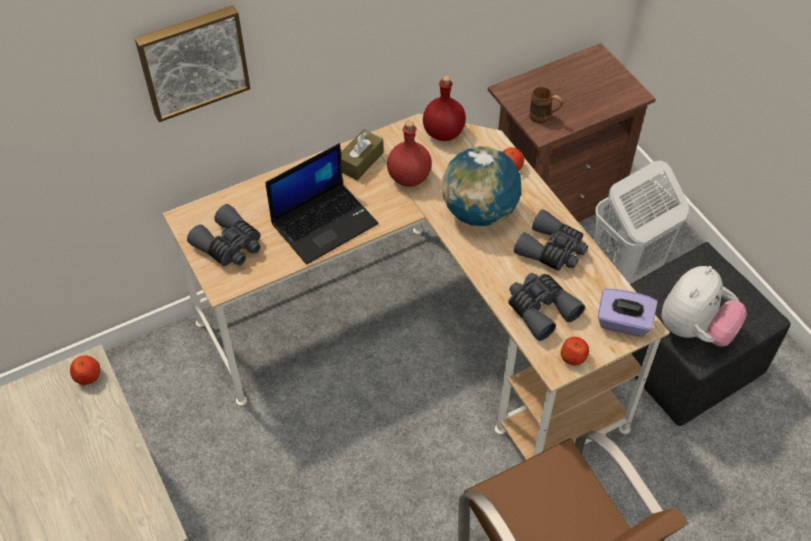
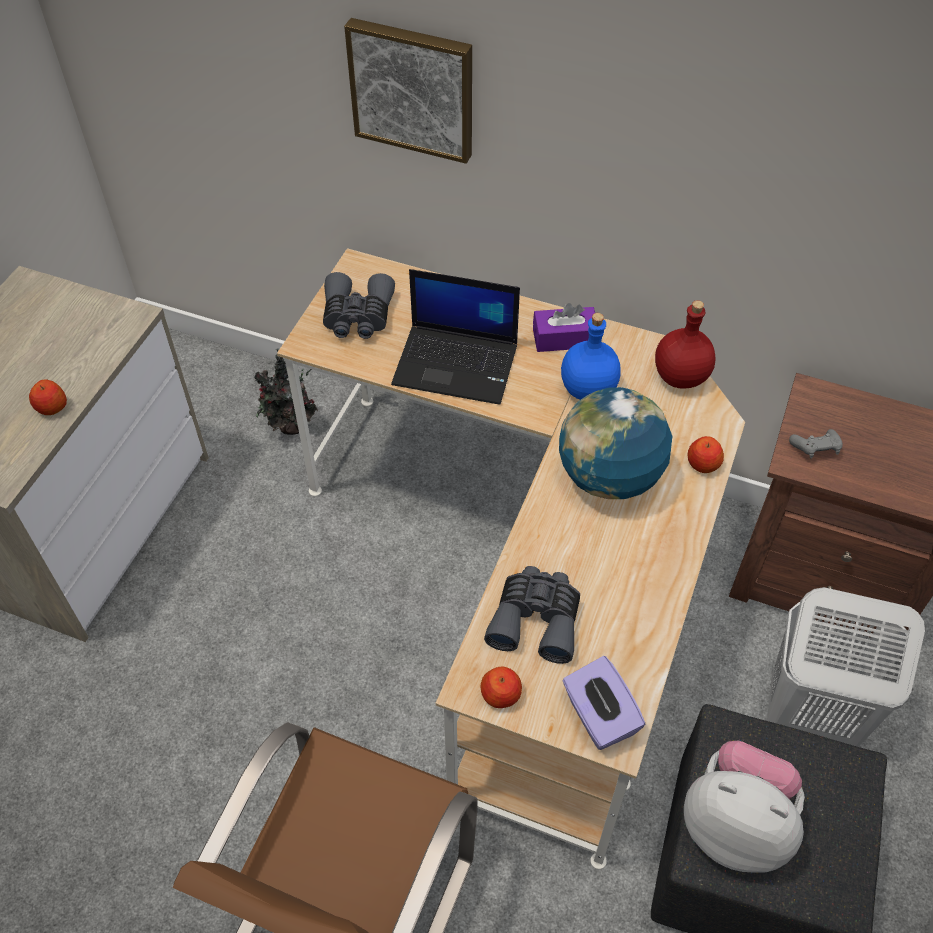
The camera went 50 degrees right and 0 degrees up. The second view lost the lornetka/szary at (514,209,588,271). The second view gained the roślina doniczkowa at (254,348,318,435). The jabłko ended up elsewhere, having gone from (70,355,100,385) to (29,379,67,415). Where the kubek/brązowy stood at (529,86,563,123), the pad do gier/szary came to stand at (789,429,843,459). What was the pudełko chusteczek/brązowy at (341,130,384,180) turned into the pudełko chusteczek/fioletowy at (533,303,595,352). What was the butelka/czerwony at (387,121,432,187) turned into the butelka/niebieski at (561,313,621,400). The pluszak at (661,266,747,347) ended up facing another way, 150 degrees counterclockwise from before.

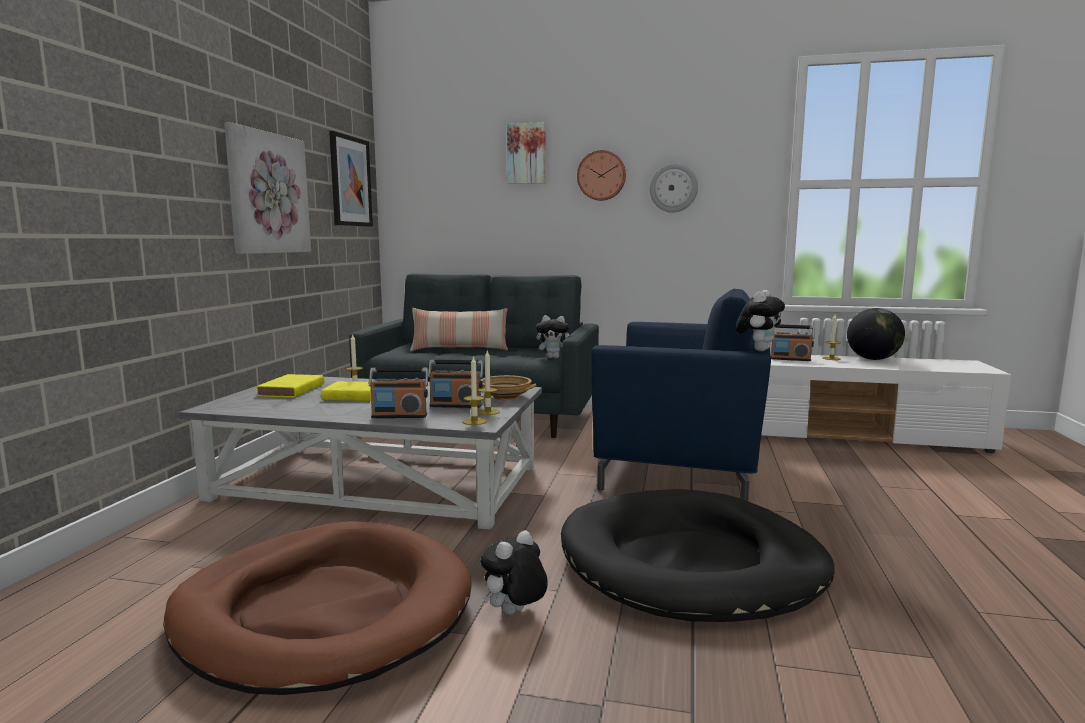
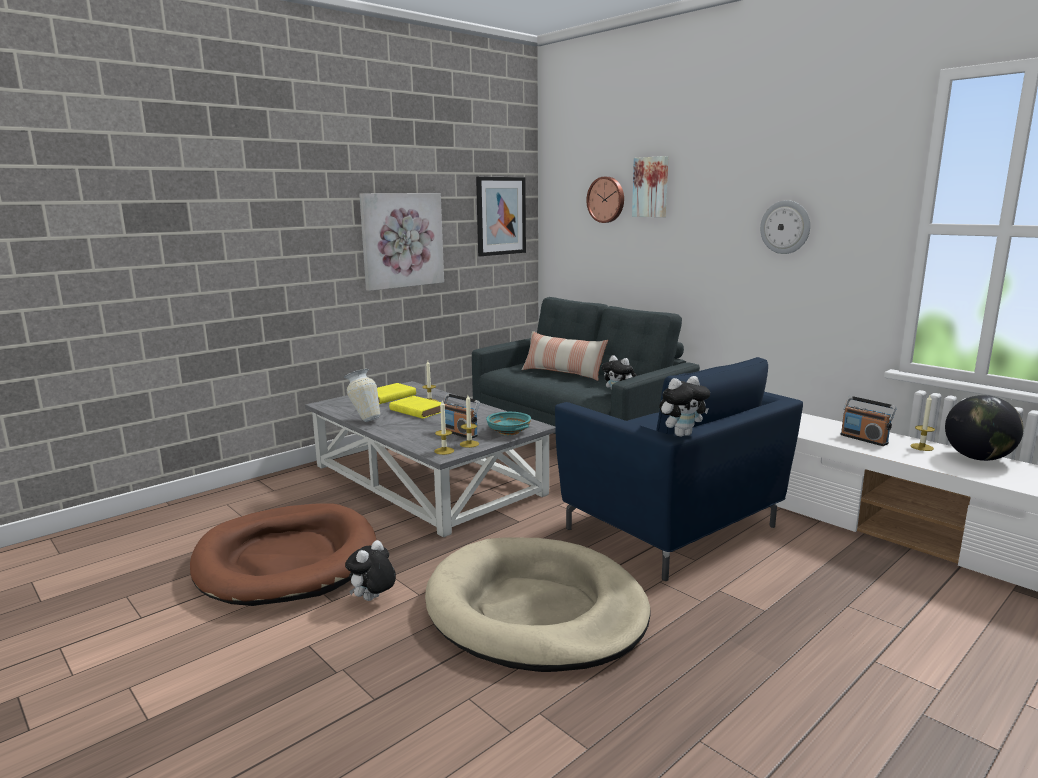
The camera went 35 degrees right and 5 degrees up. The second view lost the radio at (369,367,428,418). The second view gained the wazon at (344,369,380,422). The zegar ścienny ended up elsewhere, having gone from (577,150,626,201) to (586,177,624,223). What was the miska/beżowy at (481,375,536,400) turned into the miska/turkusowy at (486,412,531,435). What was the legowisko/czarny at (561,489,835,622) turned into the legowisko/beżowy at (425,537,651,672). The pluszak at (480,530,548,615) ended up facing another way, 45 degrees counterclockwise from before.

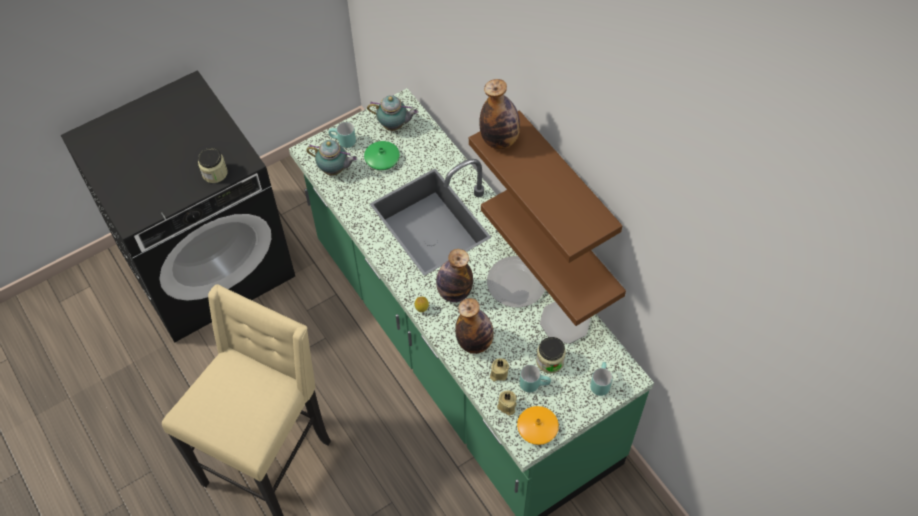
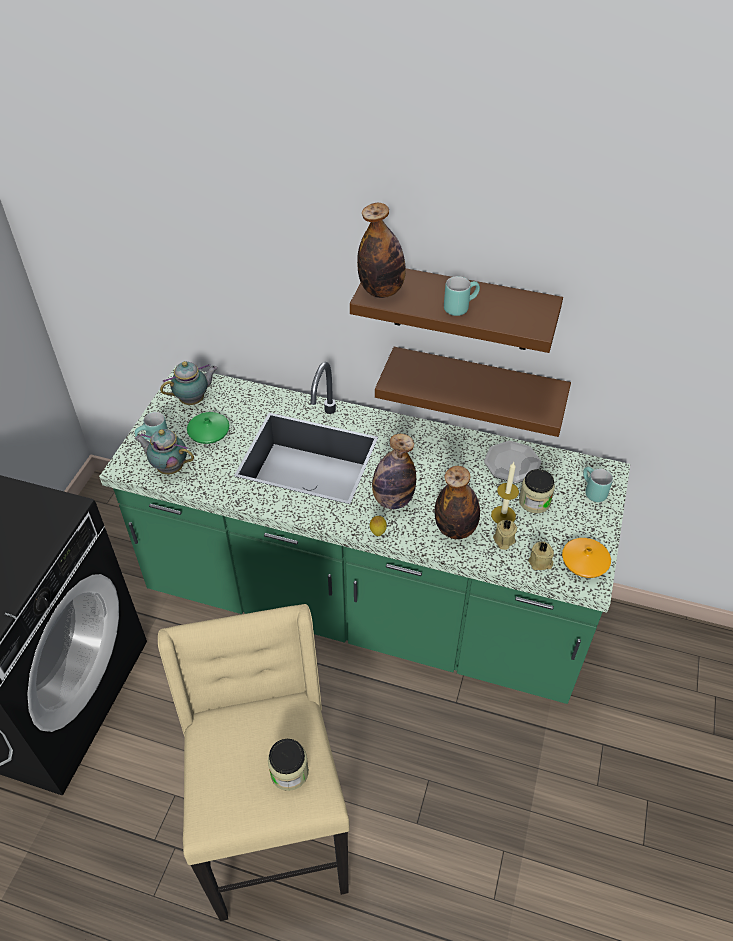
The camera went 40 degrees left and 10 degrees down. The second view lost the talerz at (487,256,545,307). The second view gained the świeca at (491,462,519,523). The słoik ended up elsewhere, having gone from (198,148,228,183) to (268,739,309,791). The kubek/turkusowy ended up elsewhere, having gone from (520,365,551,392) to (444,276,480,316). The imbryk at (306,140,357,176) ended up facing another way, 135 degrees counterclockwise from before.

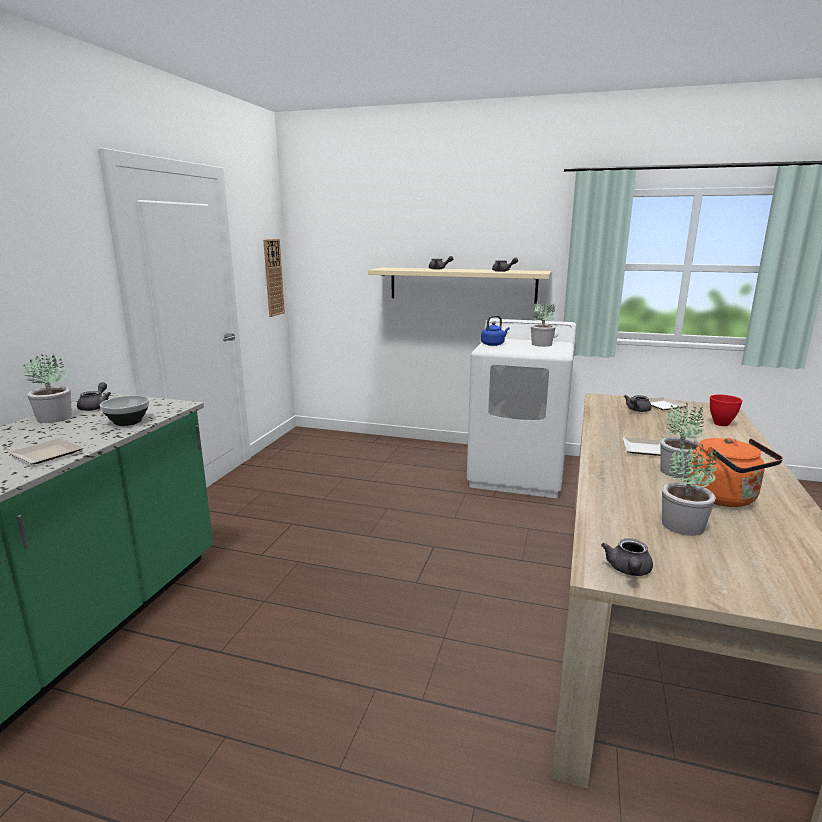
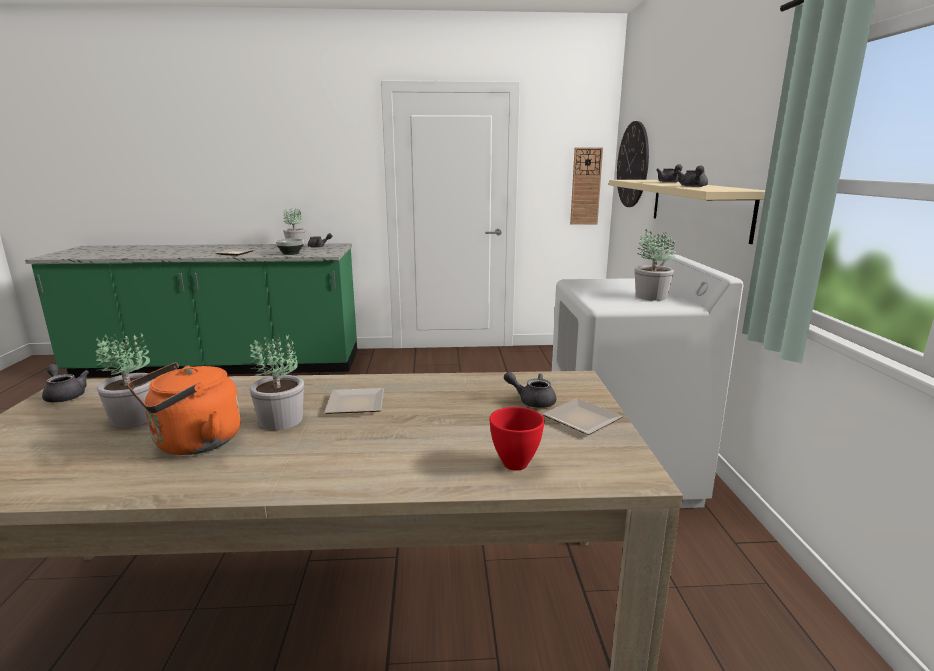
The camera went 70 degrees right and 0 degrees up. The second view lost the czajnik/niebieski at (481,316,510,346). The second view gained the zegar ścienny at (617,121,649,207). The imbryk/szary at (601,538,653,576) ended up facing another way, 45 degrees clockwise from before.

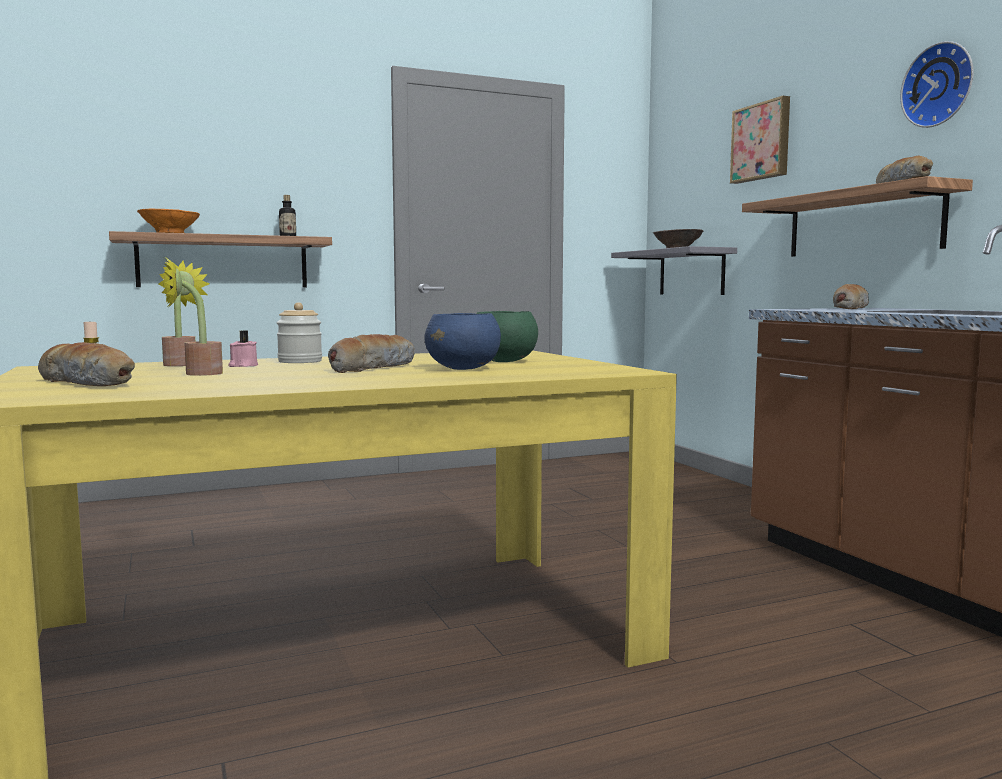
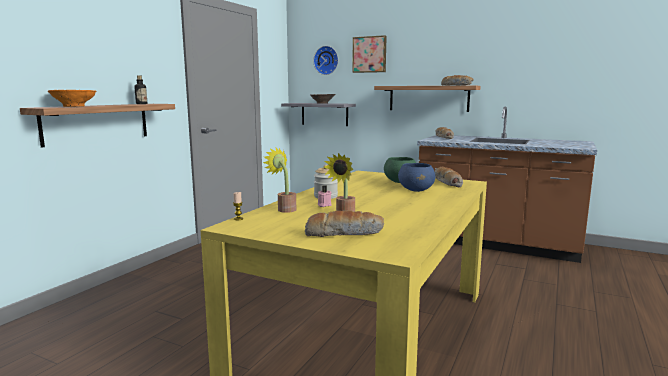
The camera went 40 degrees left and 5 degrees up. The chleb ended up elsewhere, having gone from (328,334,415,373) to (435,167,463,188). The zegar ścienny ended up elsewhere, having gone from (900,41,974,128) to (313,46,338,75).

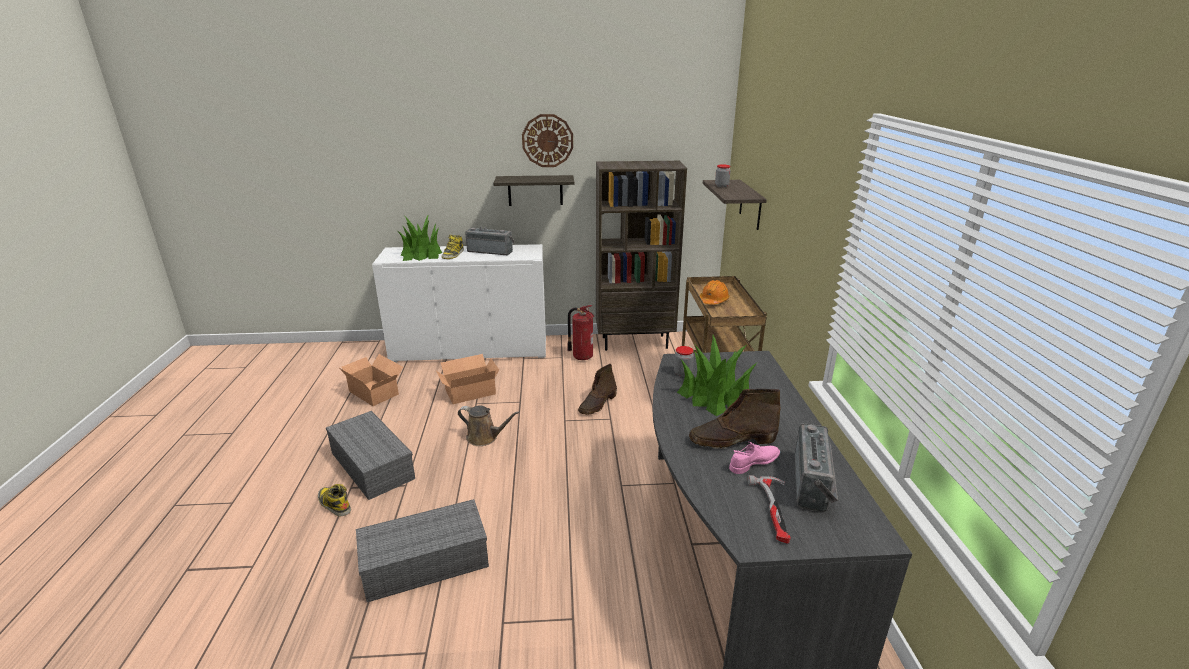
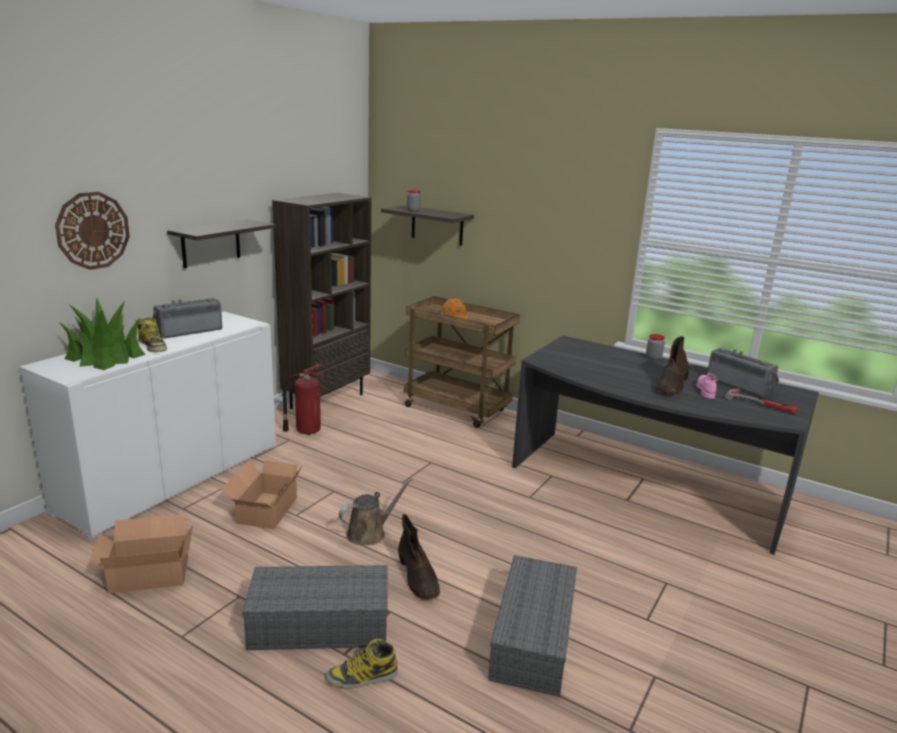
The camera went 55 degrees left and 5 degrees down. The second view lost the roślina doniczkowa at (677,335,757,416). The zegar ścienny ended up elsewhere, having gone from (522,114,573,167) to (55,192,130,270). The but z cholewką/brązowy ended up elsewhere, having gone from (578,364,617,415) to (398,514,440,600). The słoik ended up elsewhere, having gone from (674,346,694,377) to (646,334,665,360).

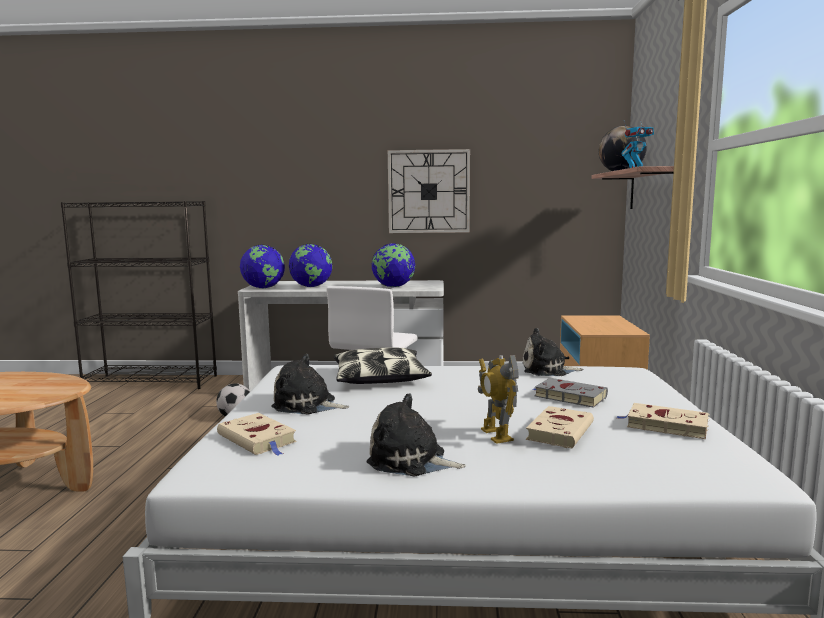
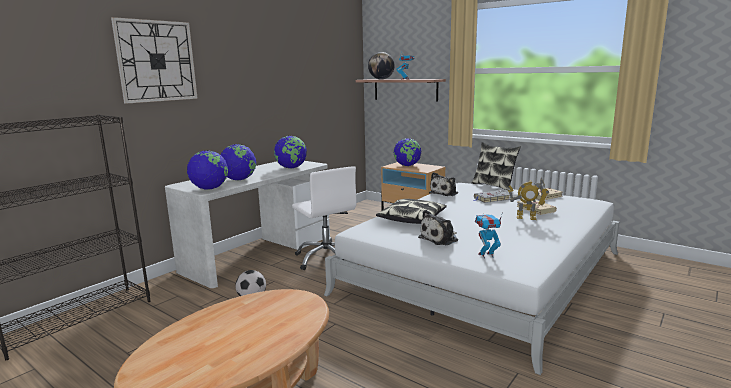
The camera went 55 degrees left and 5 degrees up. The second view lost the pluszak at (367,393,466,476). The second view gained the globus at (394,138,421,166). The second view gained the poduszka at (472,142,521,191). The zegar ścienny ended up elsewhere, having gone from (388,149,470,233) to (111,17,198,104). Where the książka/beżowy stood at (217,413,297,455), the robot zabawkowy came to stand at (475,212,503,258).

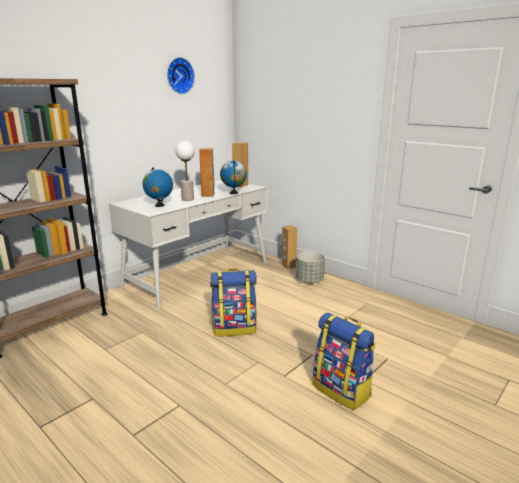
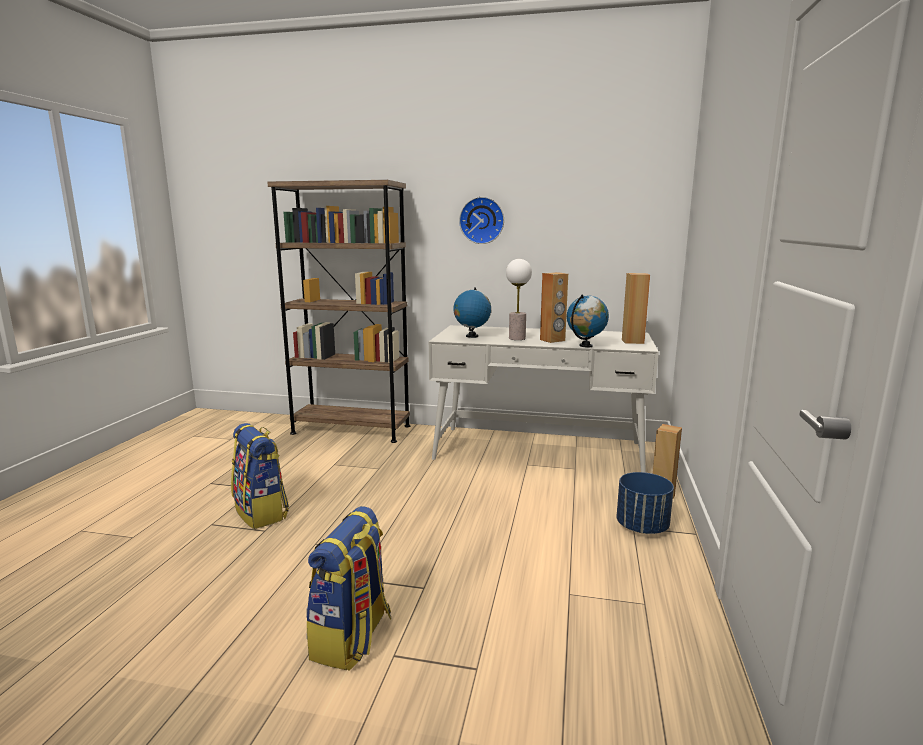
The camera went 60 degrees right and 5 degrees down. The zegar ścienny ended up elsewhere, having gone from (167,57,195,94) to (459,197,504,244). The plecak ended up elsewhere, having gone from (210,269,257,336) to (231,423,289,529). What was the donica/szary at (296,251,325,283) turned into the donica/niebieski at (617,472,674,534).

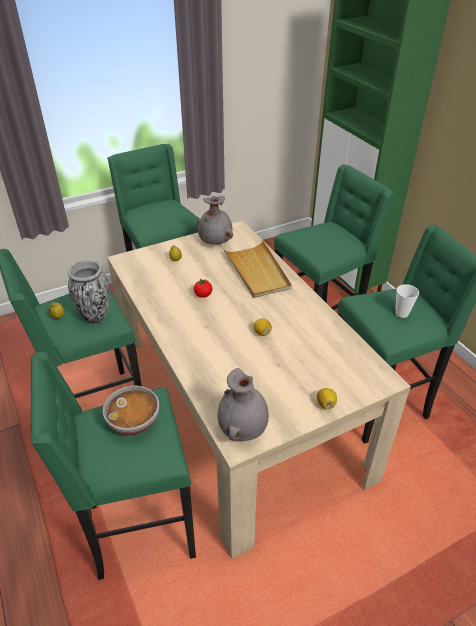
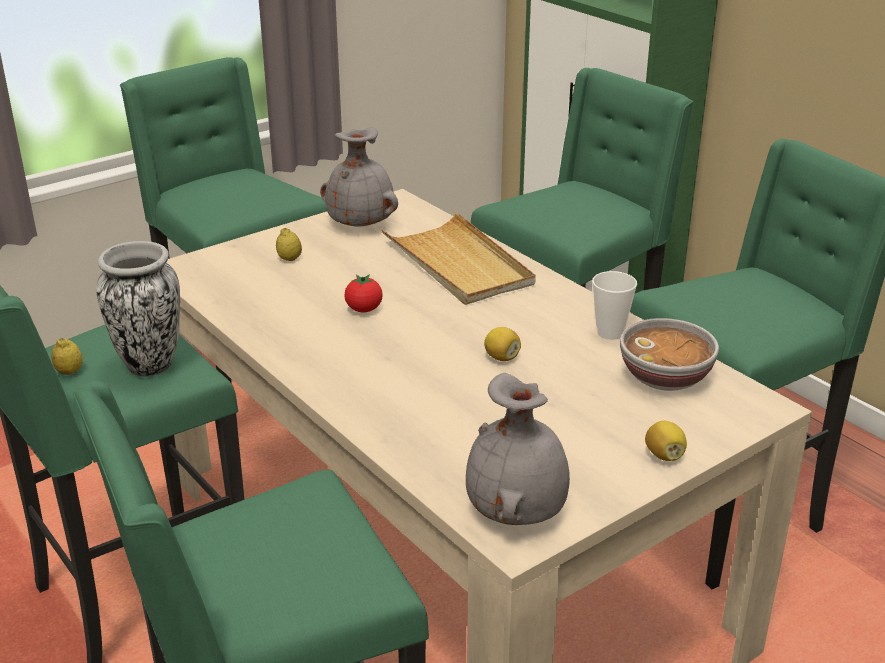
The camera went 10 degrees left and 10 degrees down. The miska ended up elsewhere, having gone from (103,386,159,435) to (620,318,719,391). The filiżanka ended up elsewhere, having gone from (395,284,419,318) to (592,271,637,340).

